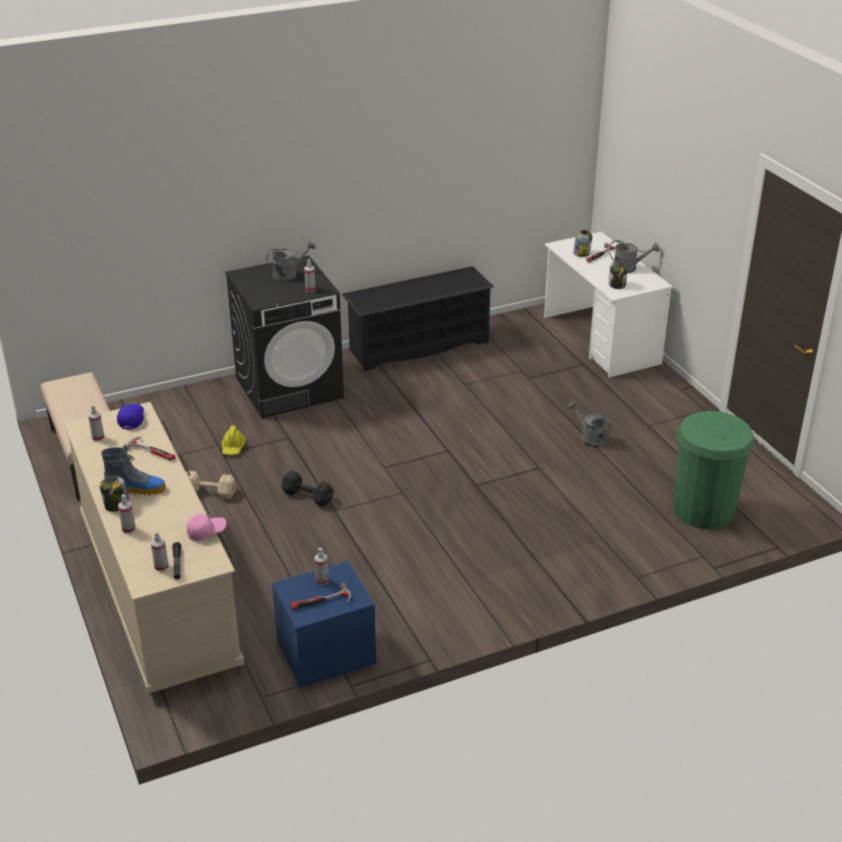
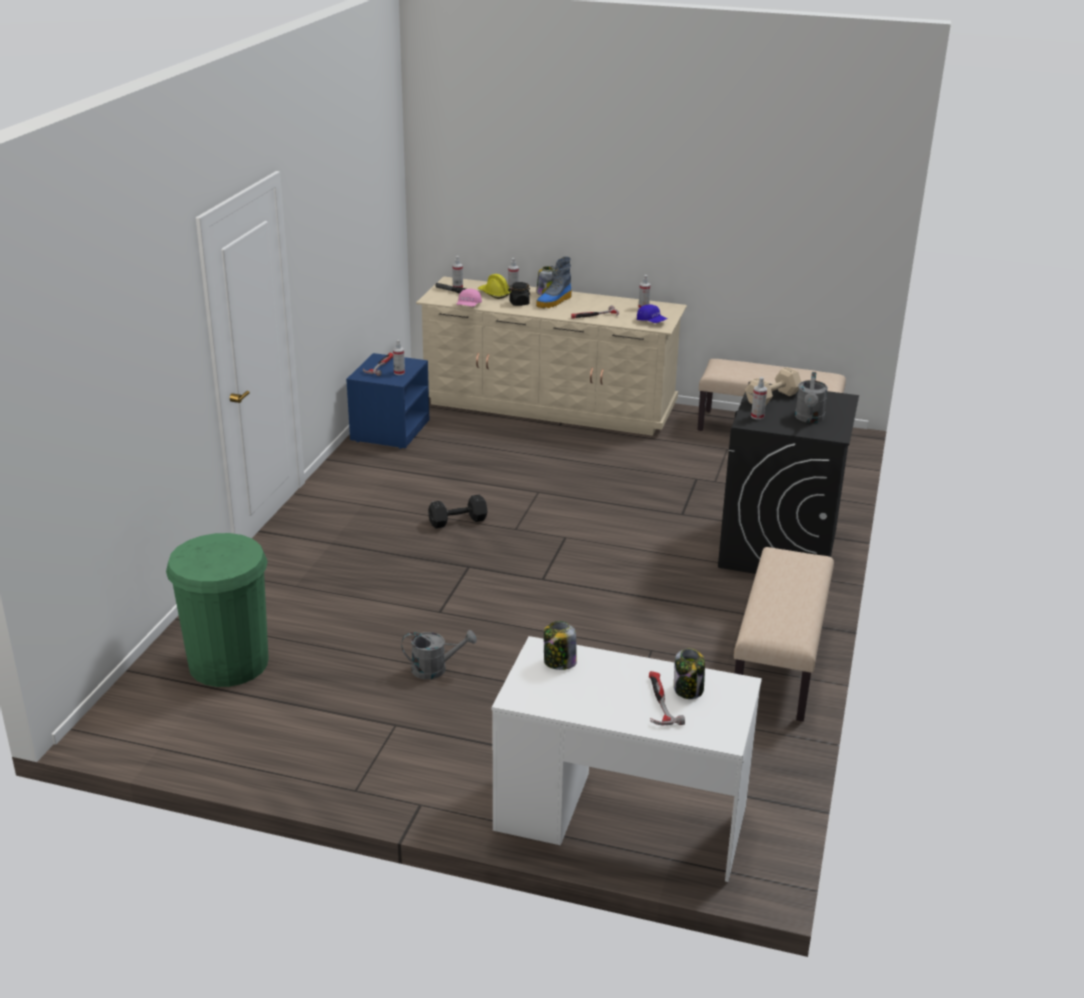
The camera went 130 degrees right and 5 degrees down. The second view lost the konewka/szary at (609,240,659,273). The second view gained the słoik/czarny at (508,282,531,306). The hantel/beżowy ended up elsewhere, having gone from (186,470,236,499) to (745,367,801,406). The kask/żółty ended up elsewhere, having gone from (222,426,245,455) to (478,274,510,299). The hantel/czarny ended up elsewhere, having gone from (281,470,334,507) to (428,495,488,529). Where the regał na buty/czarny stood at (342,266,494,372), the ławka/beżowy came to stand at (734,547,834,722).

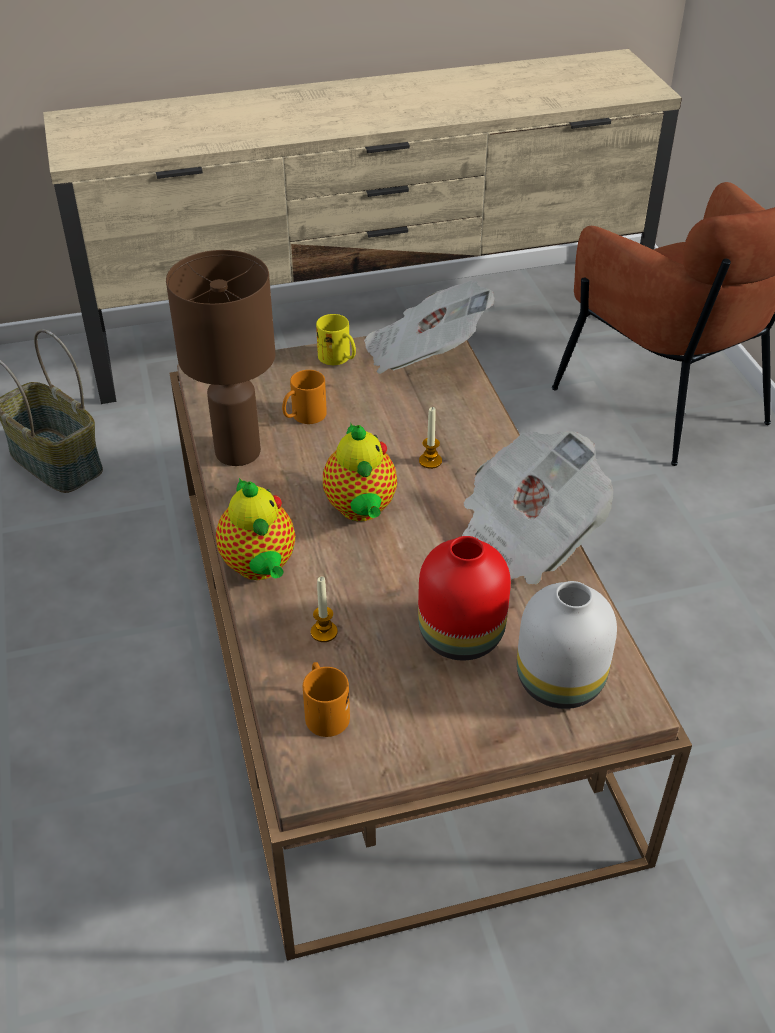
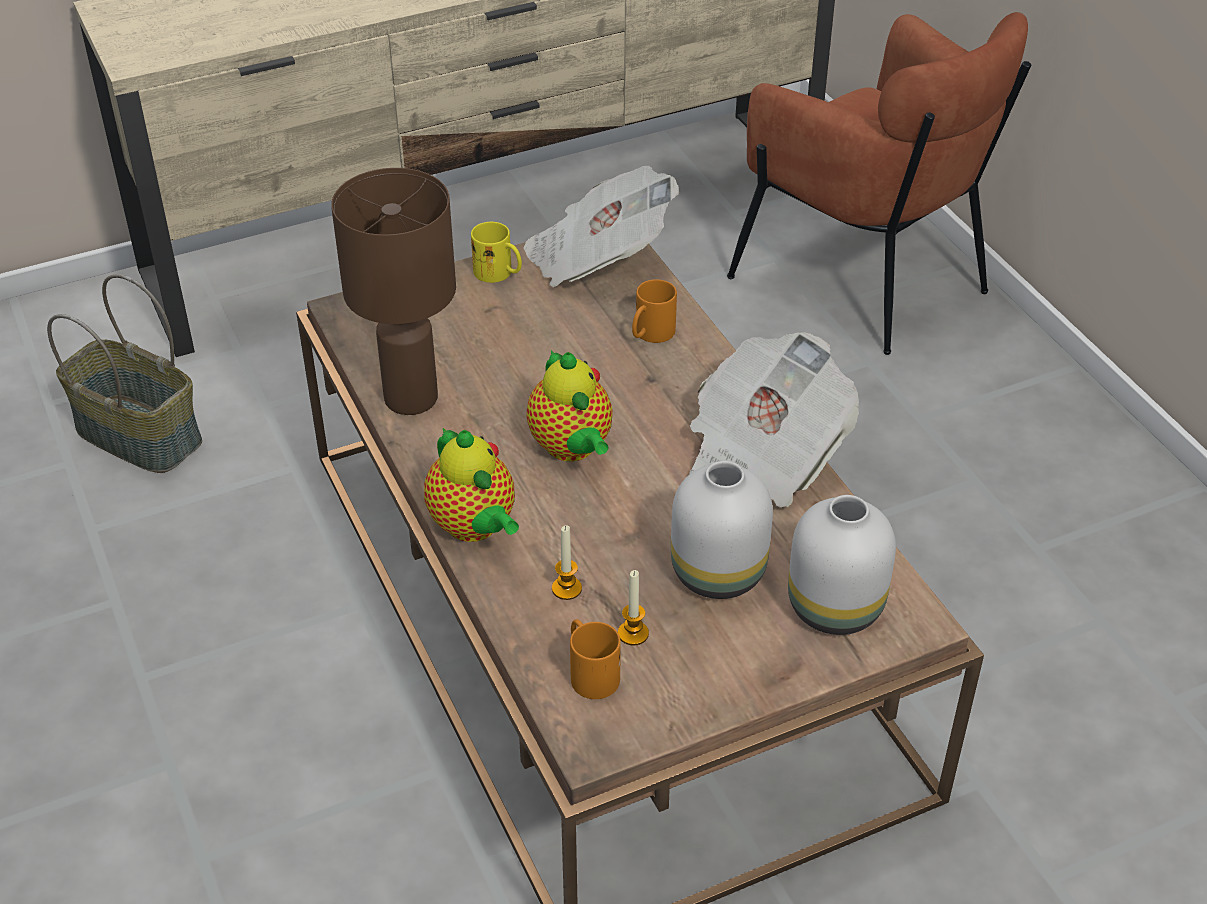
The camera went 10 degrees left and 0 degrees up. The kubek/pomarańczowy ended up elsewhere, having gone from (282,370,327,424) to (632,279,677,343). The świeca ended up elsewhere, having gone from (419,407,442,469) to (618,570,649,646). What was the wazon/czerwony at (418,536,511,660) turned into the wazon/biały at (671,461,773,599).

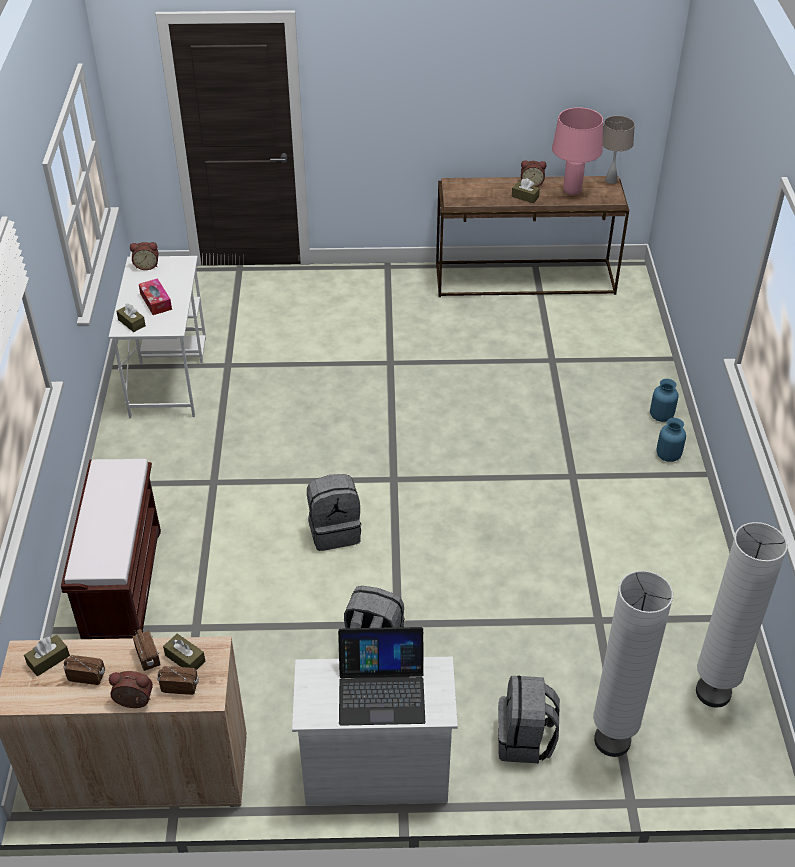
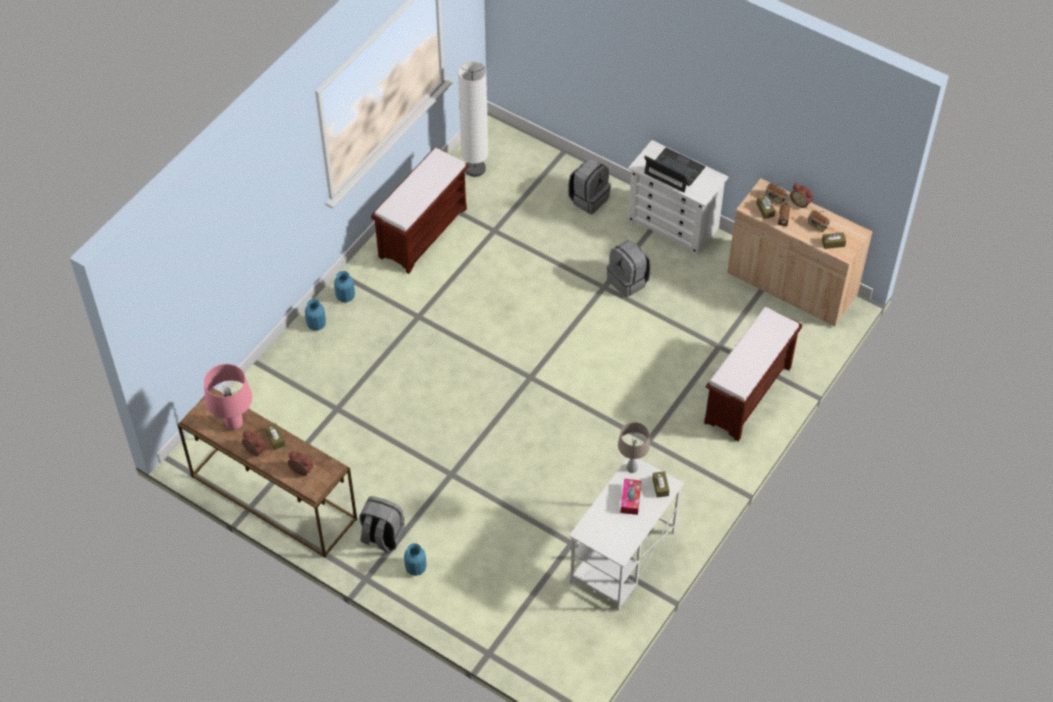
The camera went 145 degrees left and 10 degrees up. The second view lost the lampa stojąca/biały at (593,571,673,757). The second view gained the ławka/brązowy at (371,147,469,274). The second view gained the wazon/niebieski at (404,543,427,576). The budzik ended up elsewhere, having gone from (130,242,158,270) to (288,451,313,476). The plecak/szary ended up elsewhere, having gone from (307,474,361,551) to (359,496,405,553). The lampa stołowa/beżowy ended up elsewhere, having gone from (603,116,635,184) to (618,422,650,473).

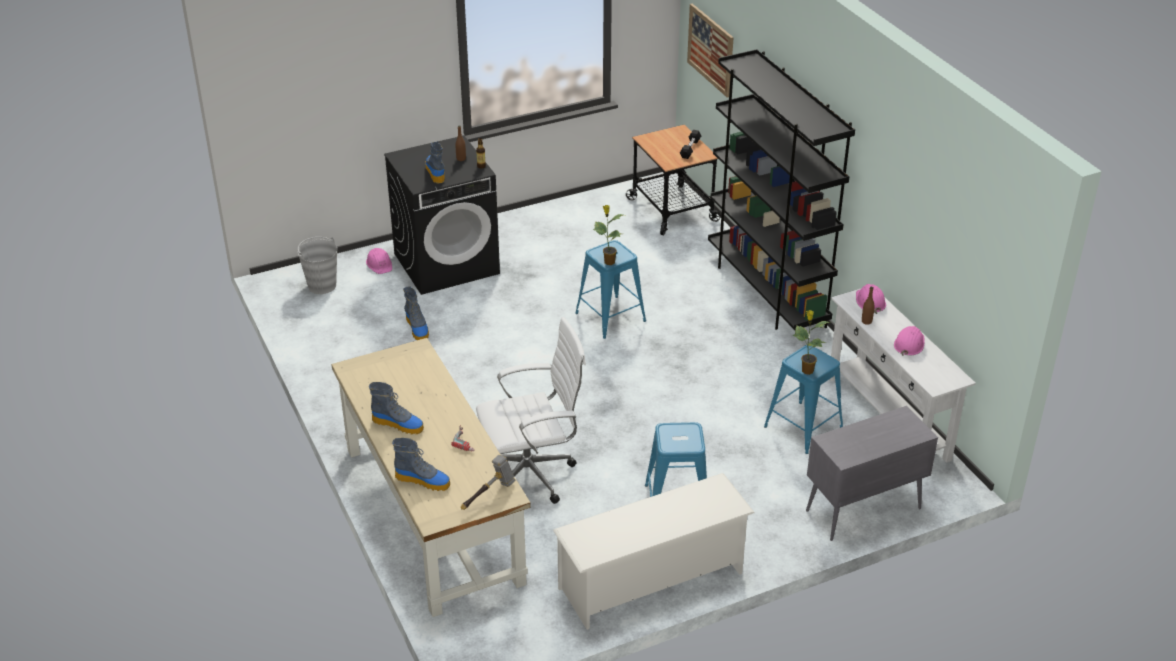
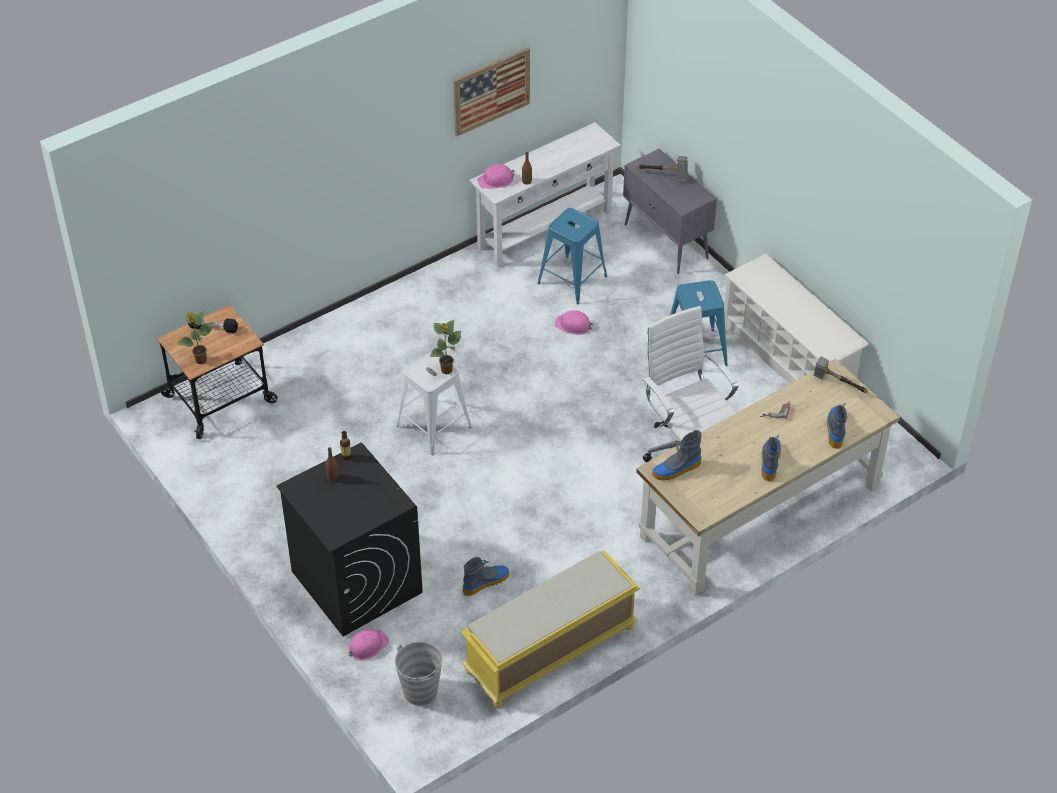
The camera went 100 degrees left and 10 degrees up. The second view lost the regał/czarny at (708,49,855,330). The second view gained the ławka/żółty at (460,550,640,708). The second view gained the młotek at (636,156,688,182). The but z cholewką ended up elsewhere, having gone from (425,141,445,183) to (652,430,702,481). The obraz ended up elsewhere, having gone from (687,3,734,98) to (453,48,530,136). The roślina doniczkowa ended up elsewhere, having gone from (792,310,830,375) to (177,311,214,364). The kask/różowy ended up elsewhere, having gone from (894,326,925,356) to (555,311,594,335). What was the stołek/niebieski at (575,240,646,339) turned into the stołek/biały at (396,352,472,455).

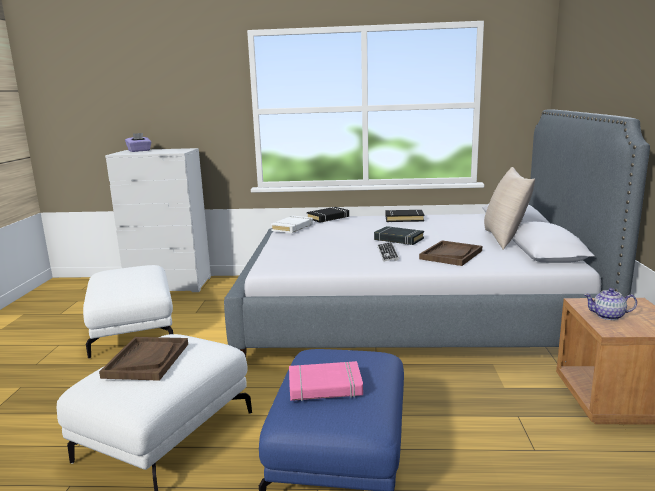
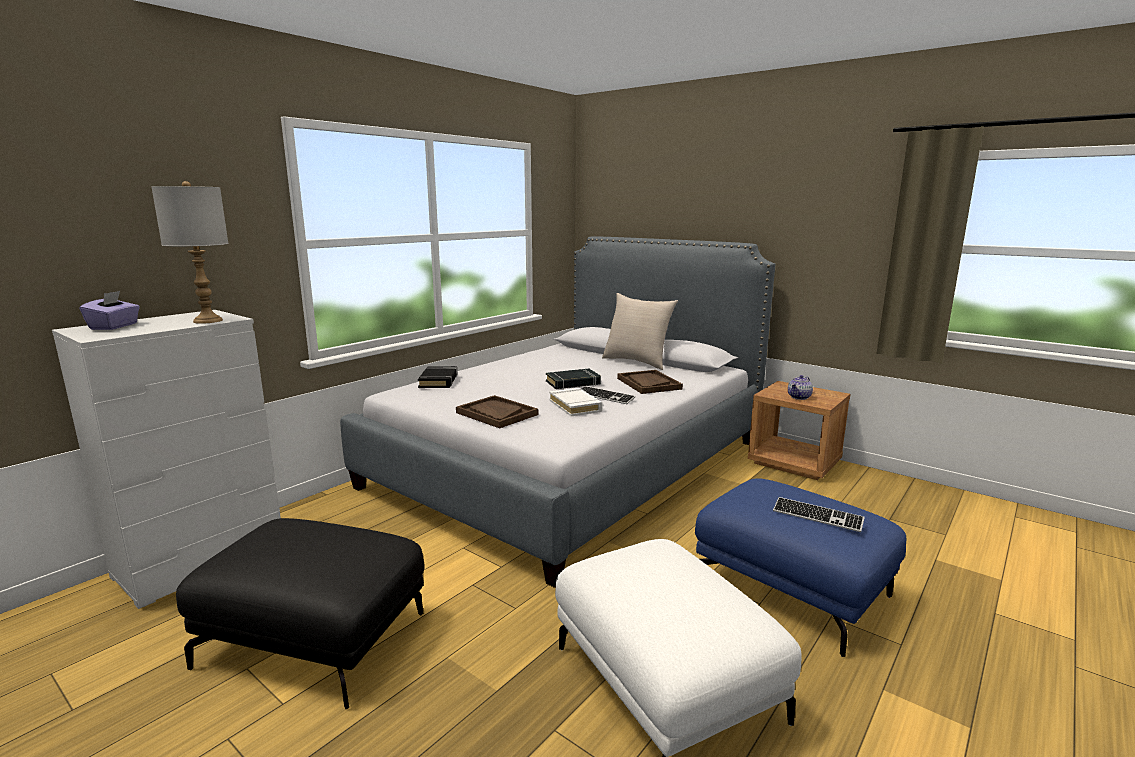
The camera went 55 degrees left and 0 degrees up. The second view lost the książka/czarny at (385,210,424,222). The second view gained the lampa stołowa/szary at (151,181,228,324). The taca/brązowy ended up elsewhere, having gone from (99,337,188,381) to (456,395,538,428). The książka/biały ended up elsewhere, having gone from (271,216,313,233) to (549,388,603,416). Where the książka/różowy stood at (289,361,363,401), the klawiatura came to stand at (773,497,865,532). What was the pufa/biały at (83,265,173,359) turned into the pufa/czarny at (176,518,425,709).

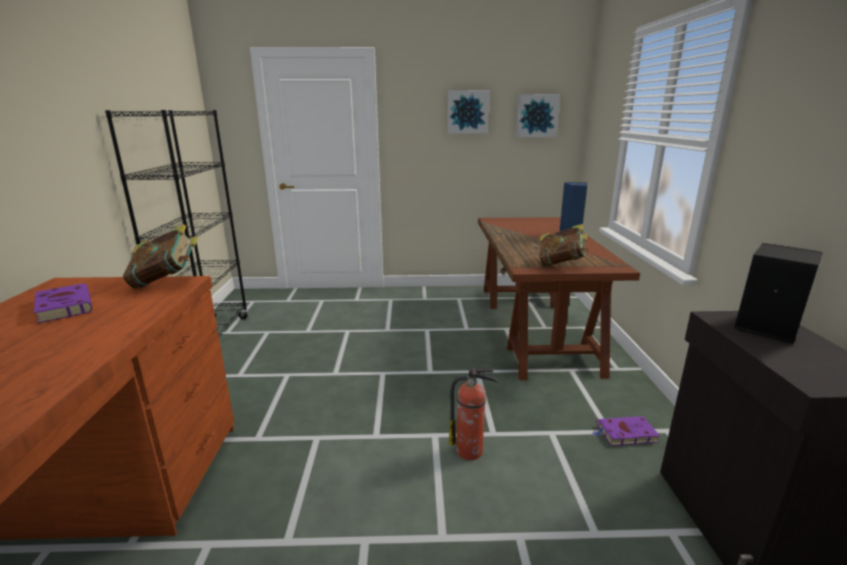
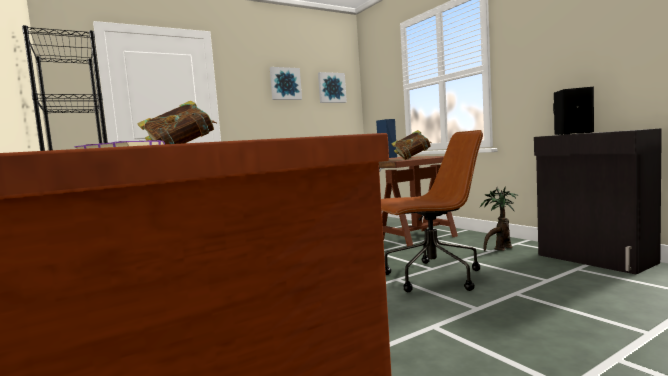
The camera went 30 degrees left and 15 degrees down. Where the gaśnica stood at (449,368,499,460), the krzesło biurowe/brązowy came to stand at (381,130,483,292). Where the książka/fioletowy stood at (592,416,660,446), the roślina doniczkowa came to stand at (480,186,519,251).

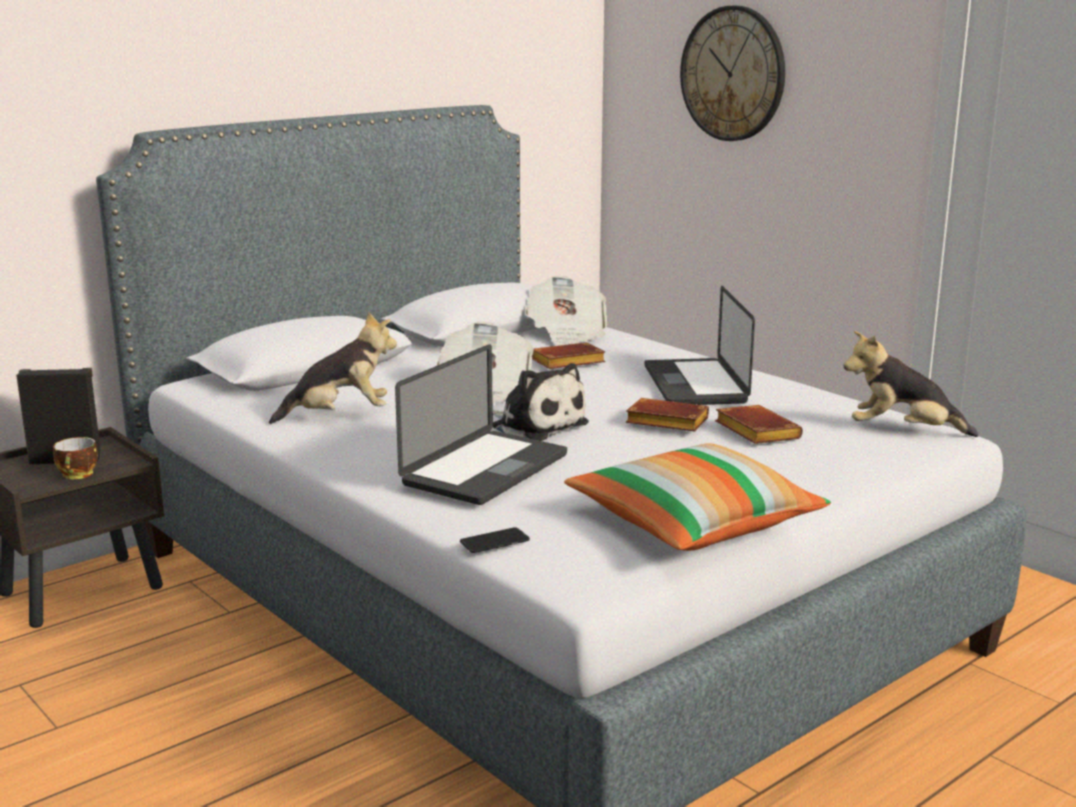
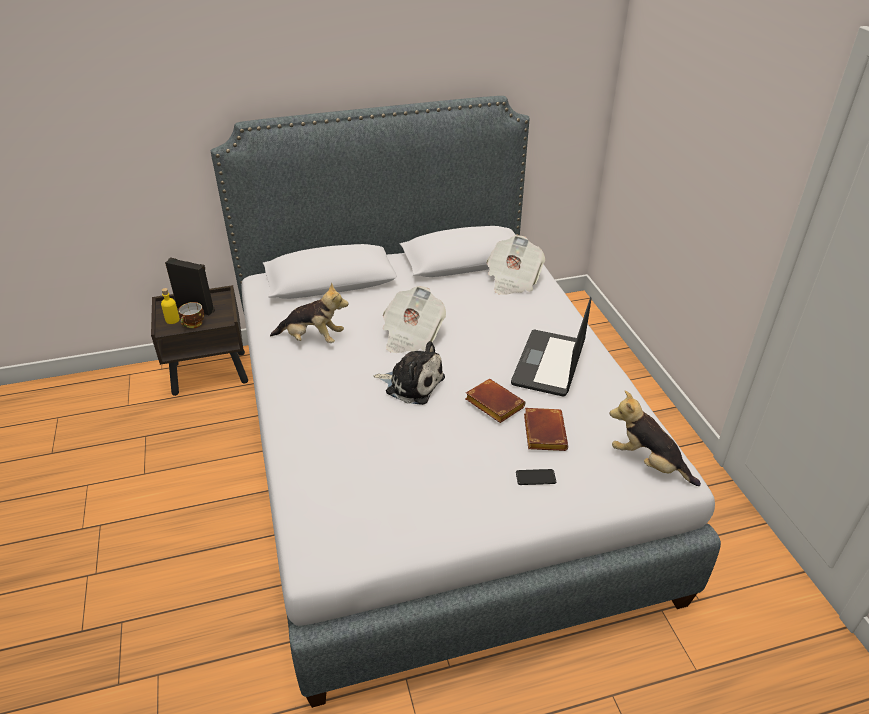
The camera went 25 degrees right and 20 degrees up. The second view lost the laptop at (395,344,567,505). The second view lost the książka/brązowy at (532,342,606,369). The second view lost the poduszka at (564,443,831,551). The second view lost the zegar ścienny at (680,5,785,141). The second view gained the butelka/żółty at (161,288,180,324). The telefon ended up elsewhere, having gone from (460,527,530,553) to (516,469,556,485). The pluszak at (493,363,589,441) ended up facing another way, 45 degrees counterclockwise from before.

